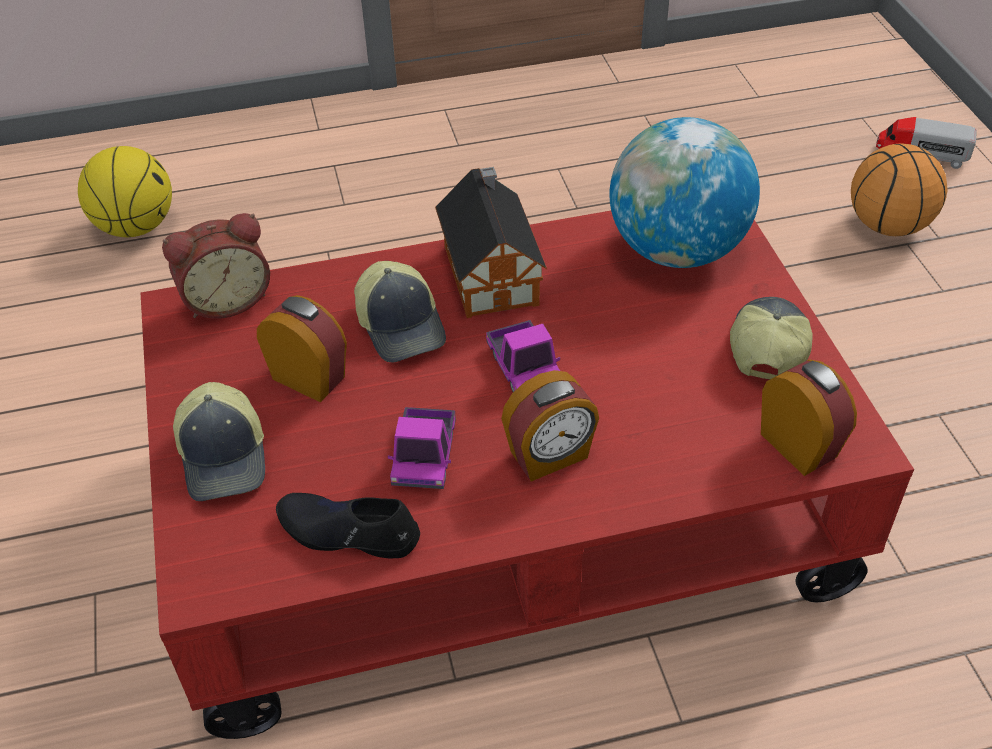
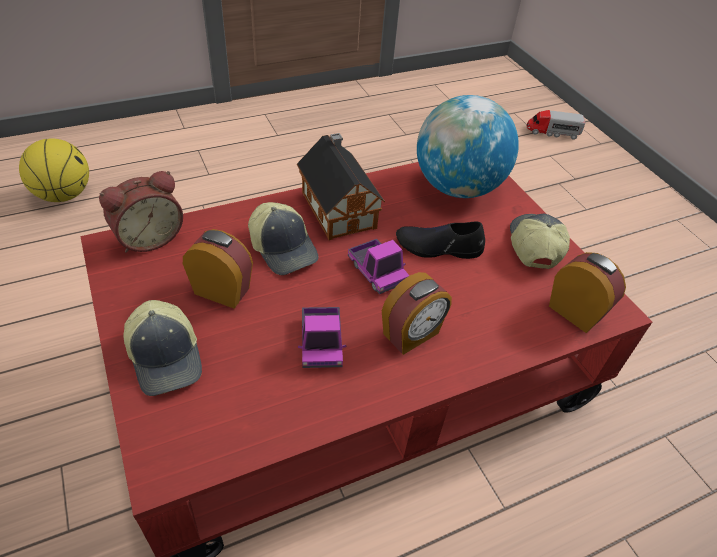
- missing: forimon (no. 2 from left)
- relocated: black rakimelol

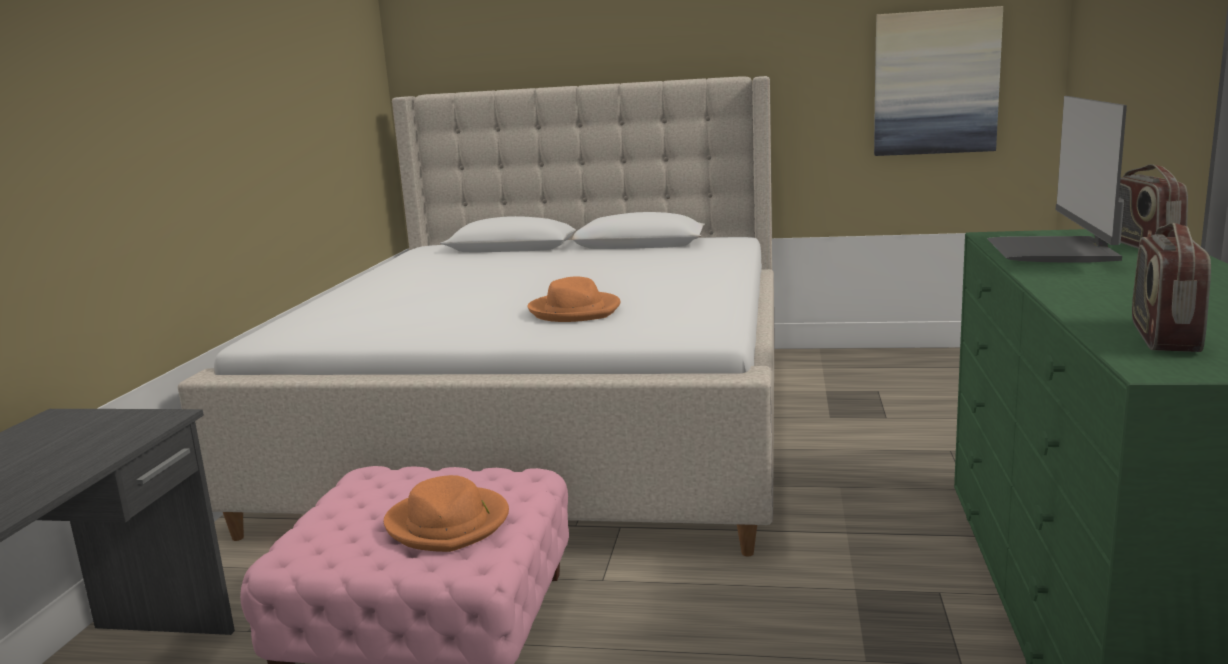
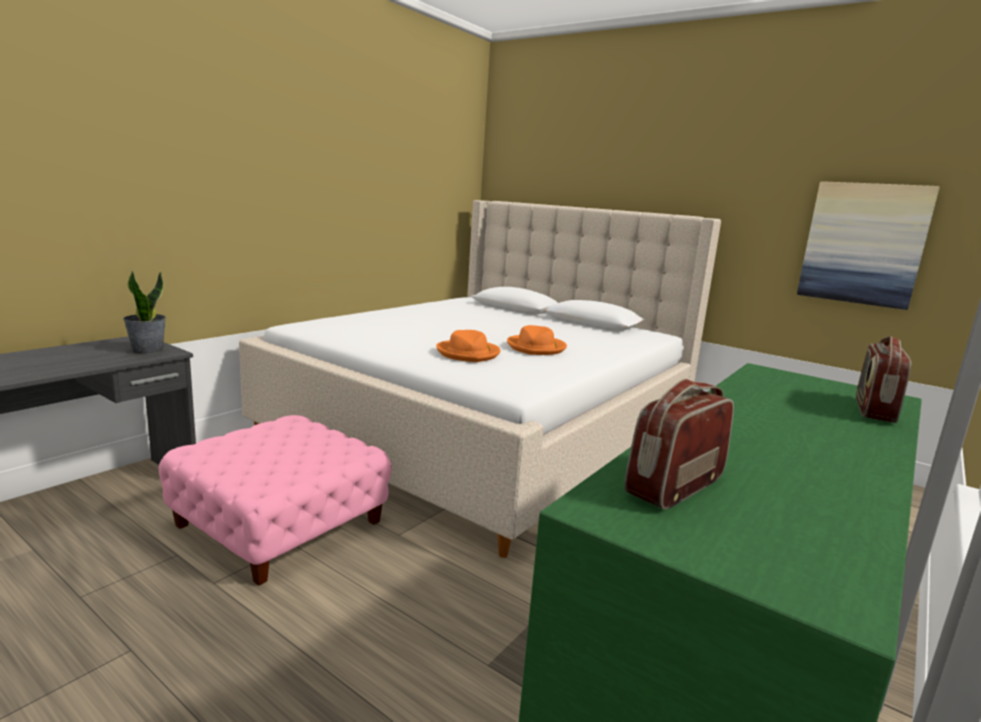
- missing: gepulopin
- relocated: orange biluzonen (no. 1 from left in the first image) to orange biluzonen (no. 2 from left)
- appeared: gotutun

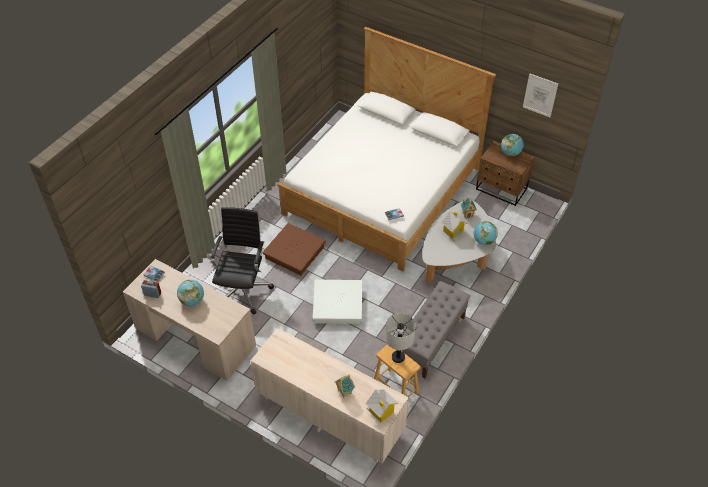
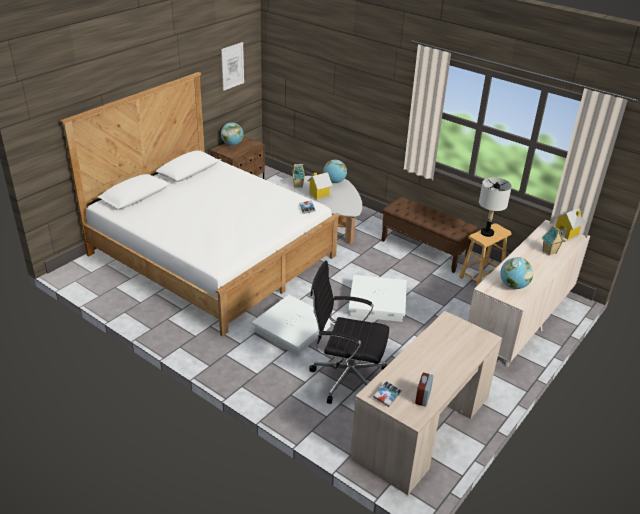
- colour: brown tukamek to white tukamek (no. 1 from left)
- relocated: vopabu (no. 1 from left in the first image) to vopabu (no. 3 from left)
- colour: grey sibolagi to brown sibolagi

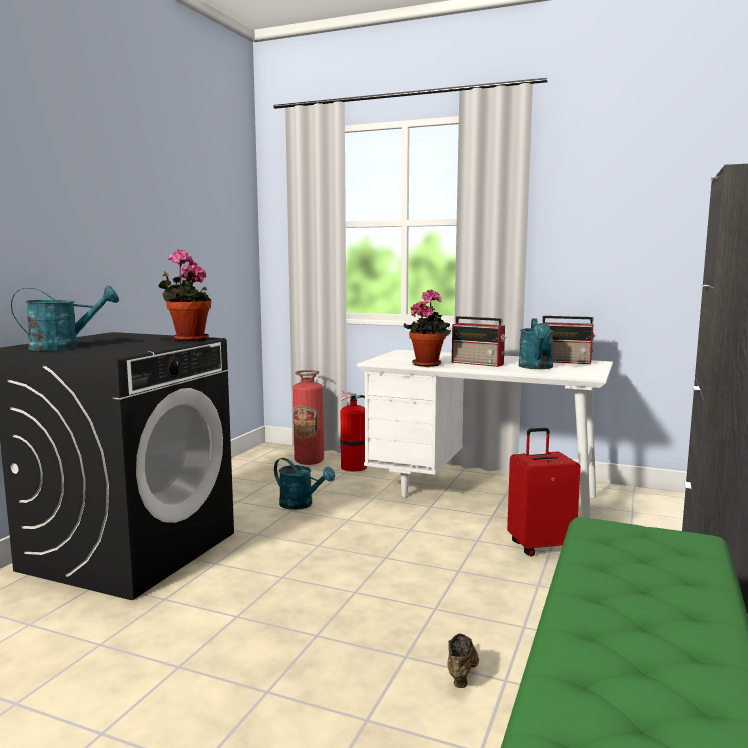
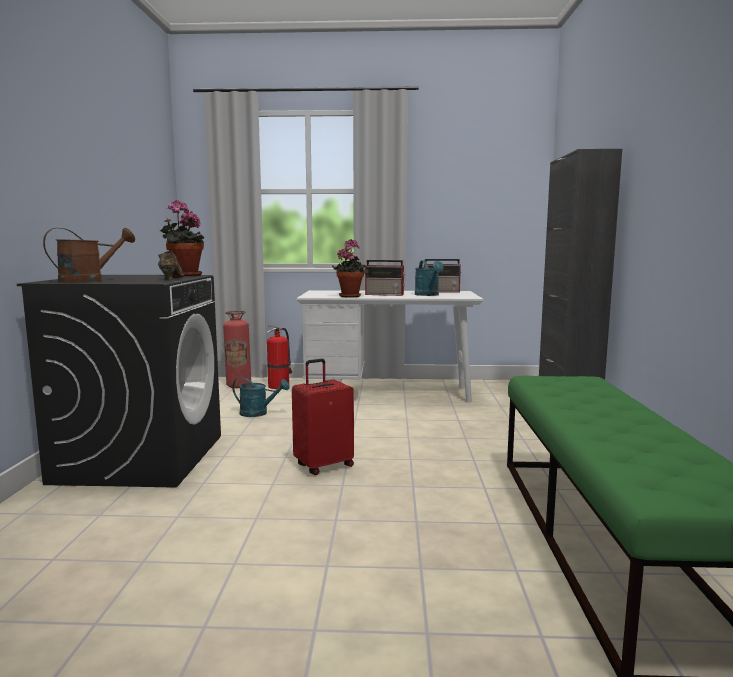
- colour: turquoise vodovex (no. 1 from left) to brown vodovex
- relocated: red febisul
- relocated: brown rakimelol

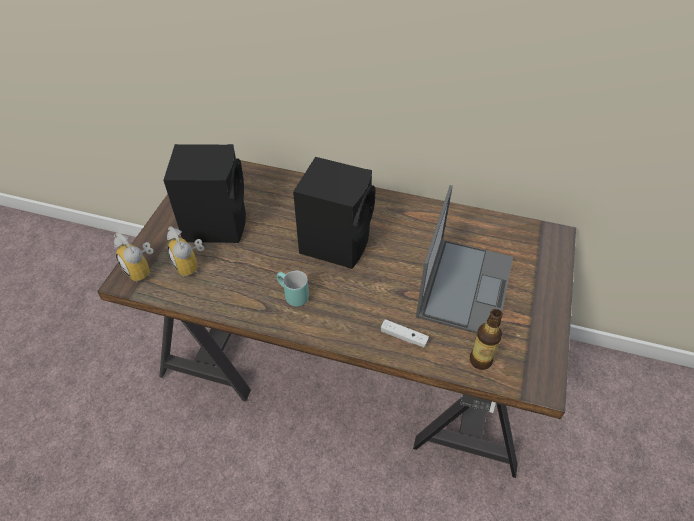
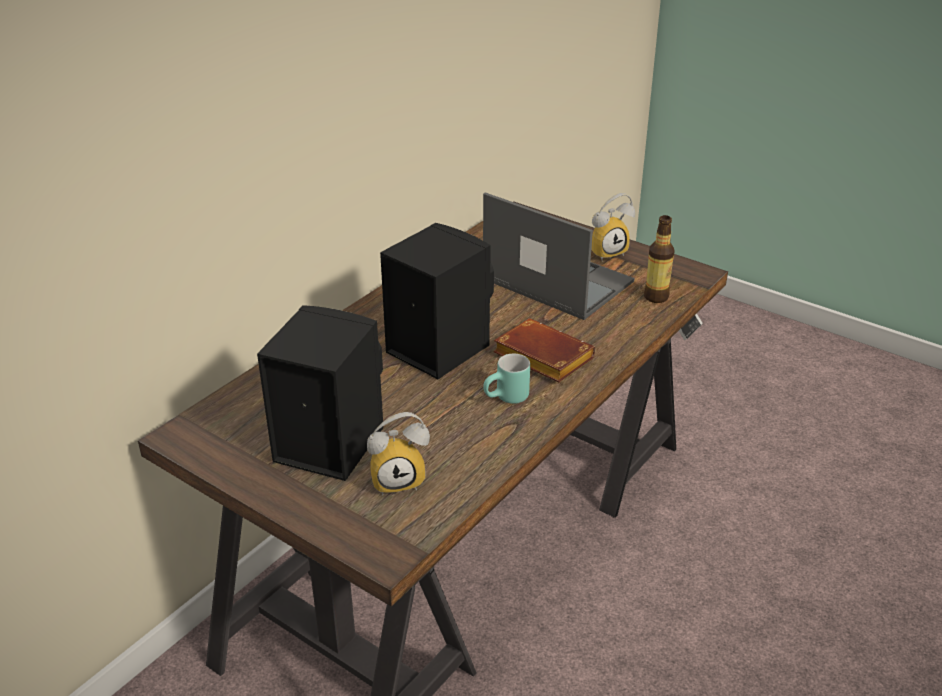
- relocated: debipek (no. 1 from left in the first image) to debipek (no. 2 from left)
- missing: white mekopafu
- appeared: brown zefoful

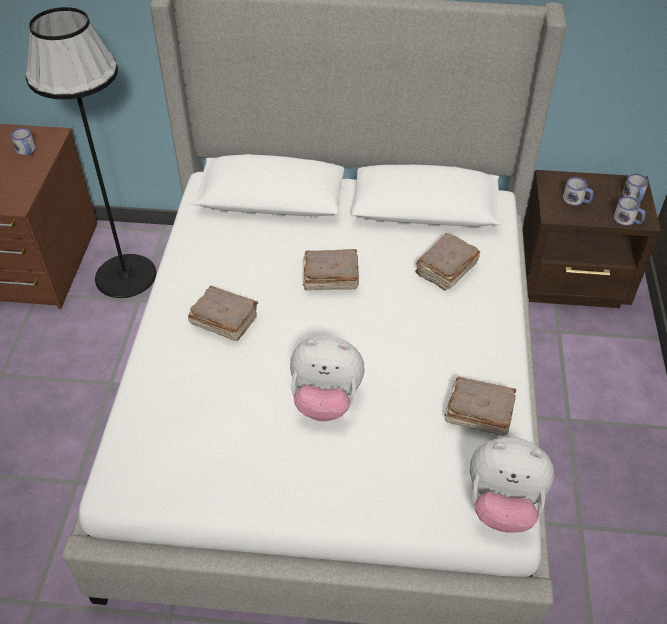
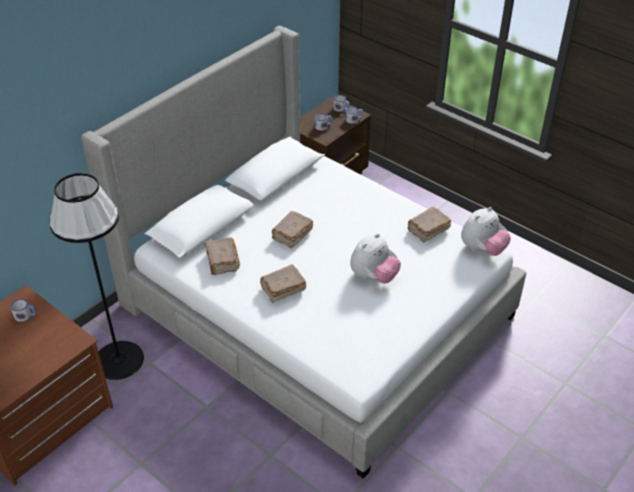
- relocated: brown zefoful (no. 3 from left in the first image) to brown zefoful (no. 1 from left)

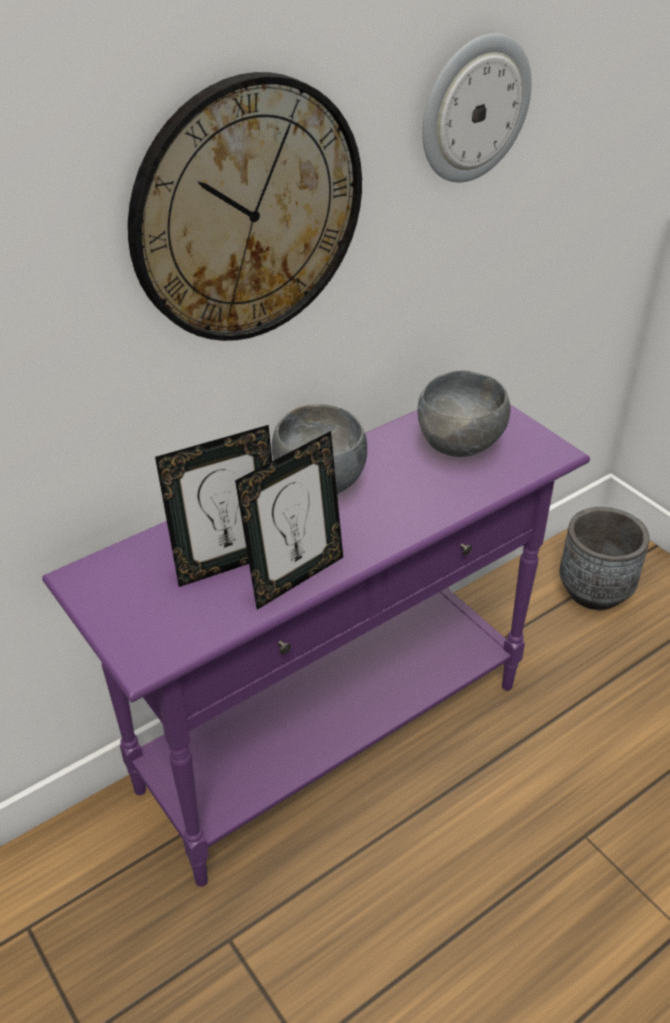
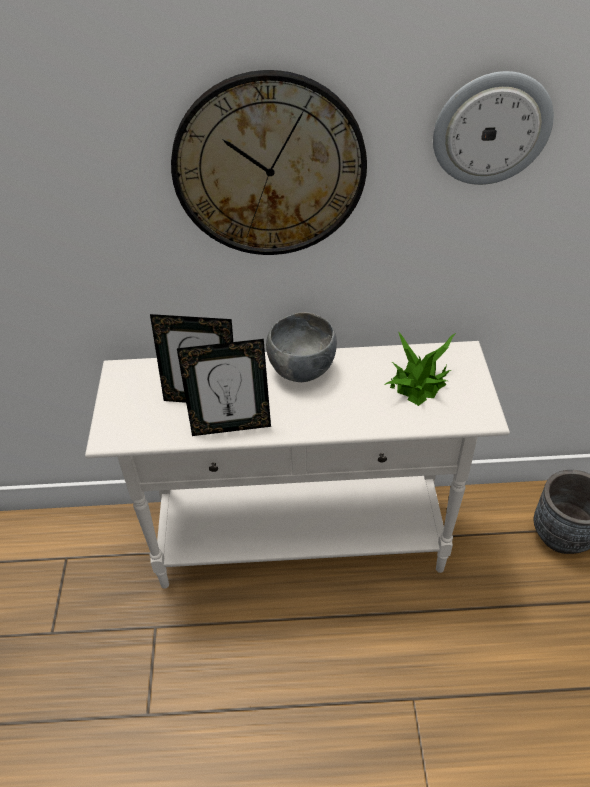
- exchanged: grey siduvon (no. 2 from left) to gotutun
- colour: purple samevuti to white samevuti

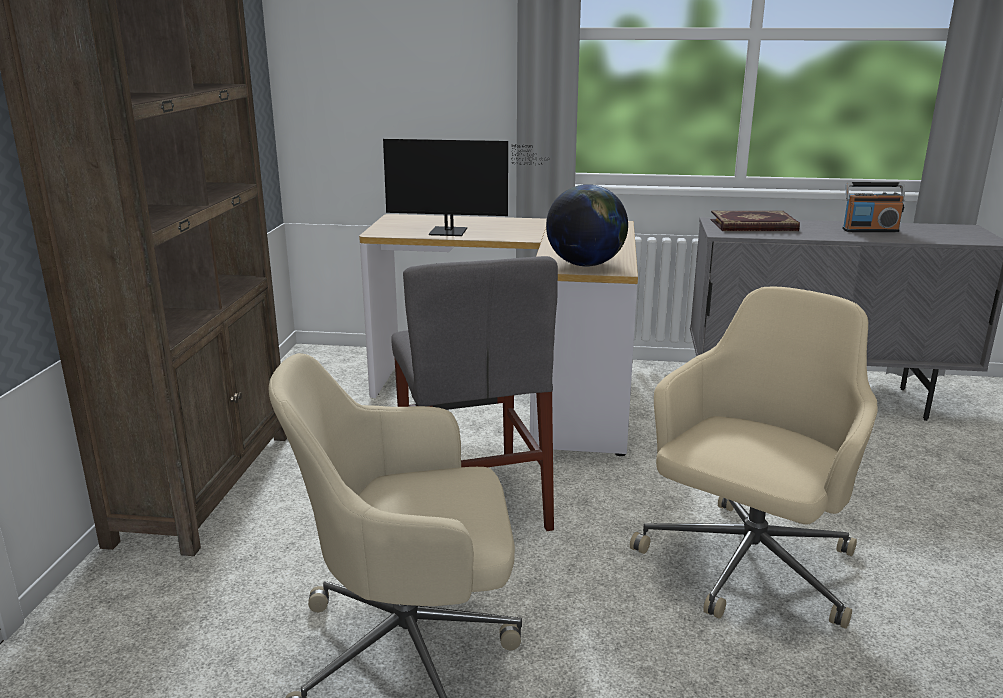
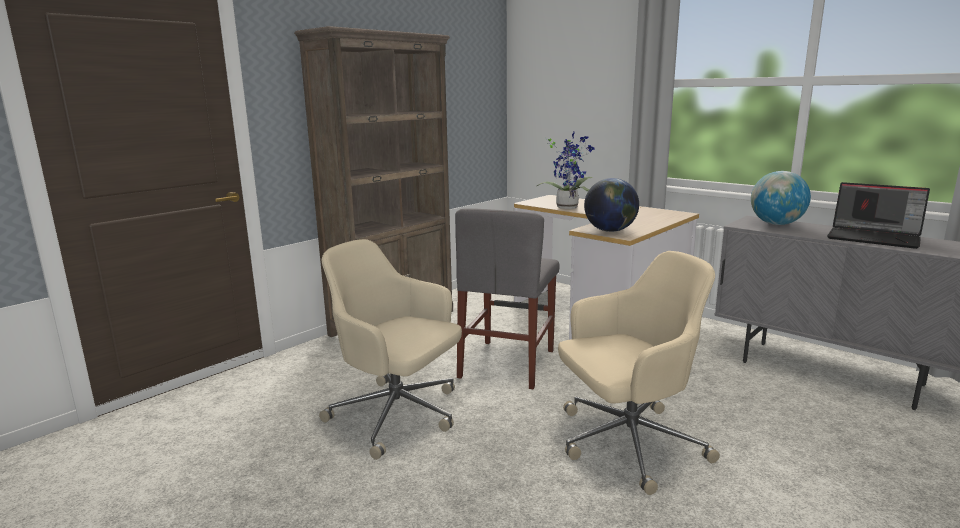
- exchanged: gepulopin to gotutun
- exchanged: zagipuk to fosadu
- exchanged: zefoful to vopabu (no. 2 from left)

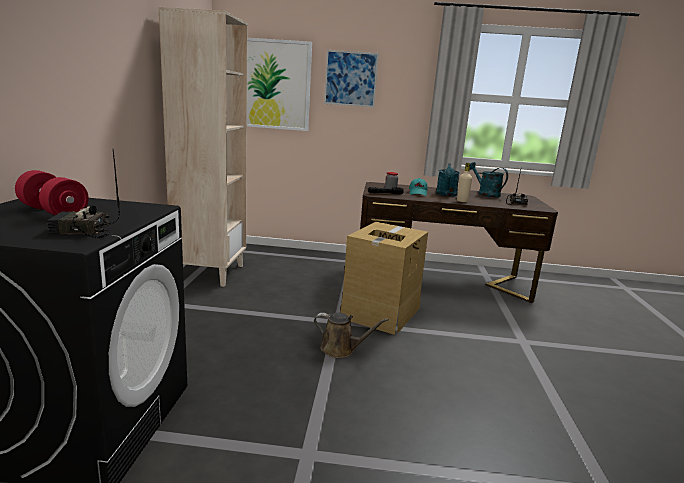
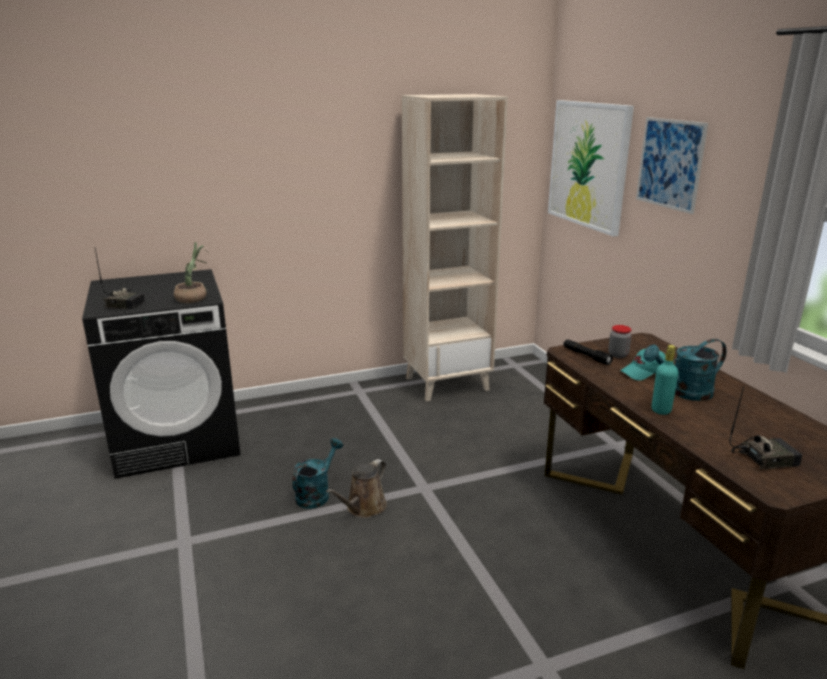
- spun: zagipuk (no. 1 from left) 135 degrees clockwise
- relocated: turquoise vodovex (no. 2 from left in the first image) to turquoise vodovex (no. 1 from left)
- colour: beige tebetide to turquoise tebetide
- missing: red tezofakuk
- missing: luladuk
- spun: brown vodovex 45 degrees clockwise
- appeared: gotutun

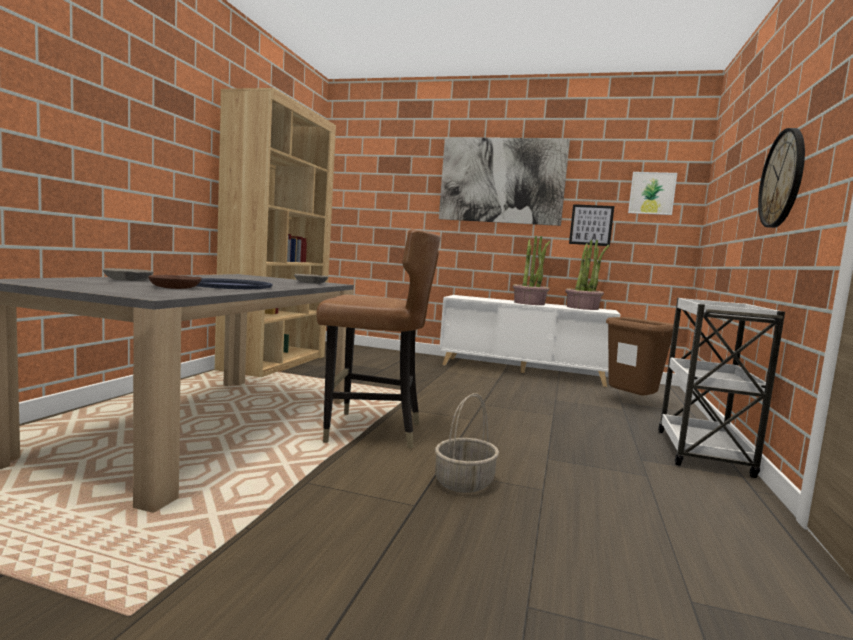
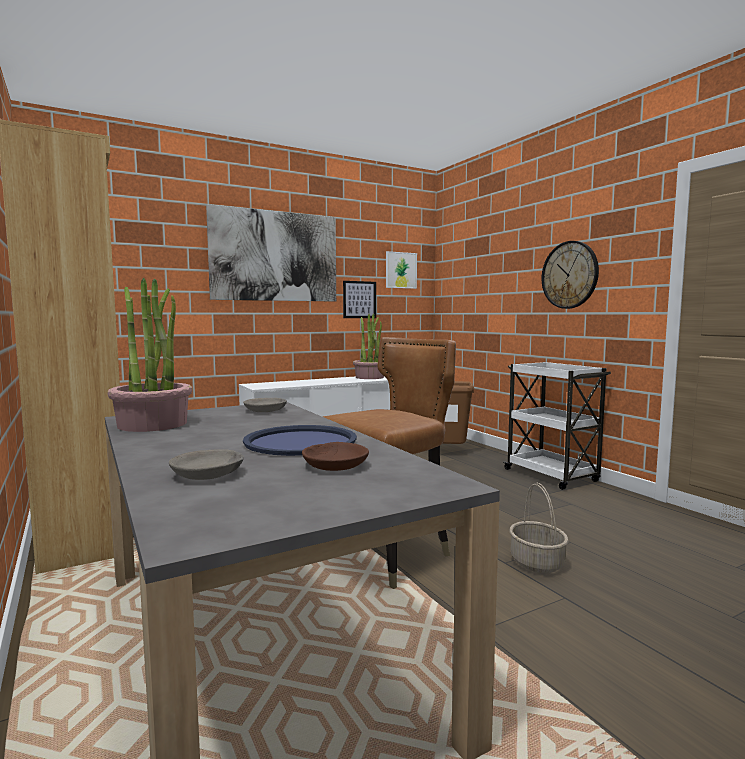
- relocated: gotutun (no. 1 from left)

